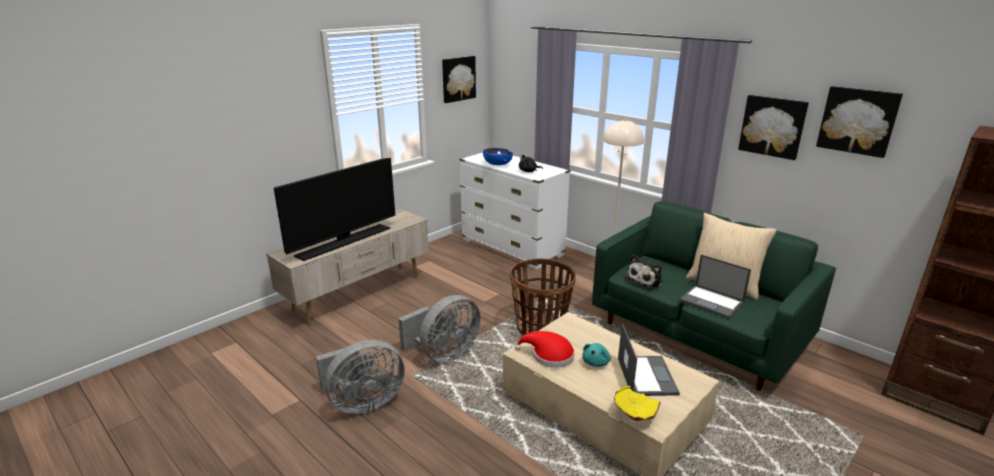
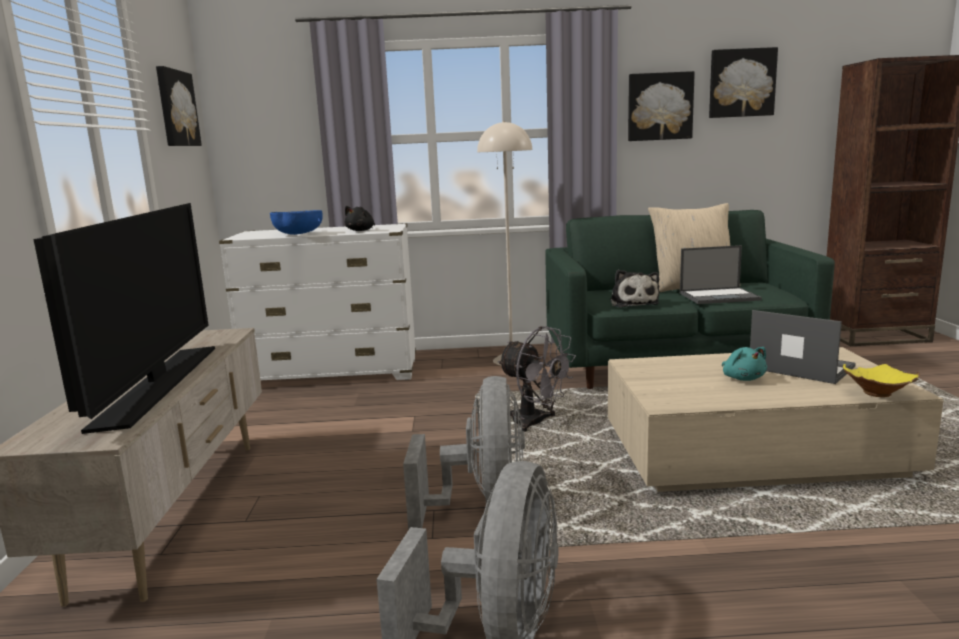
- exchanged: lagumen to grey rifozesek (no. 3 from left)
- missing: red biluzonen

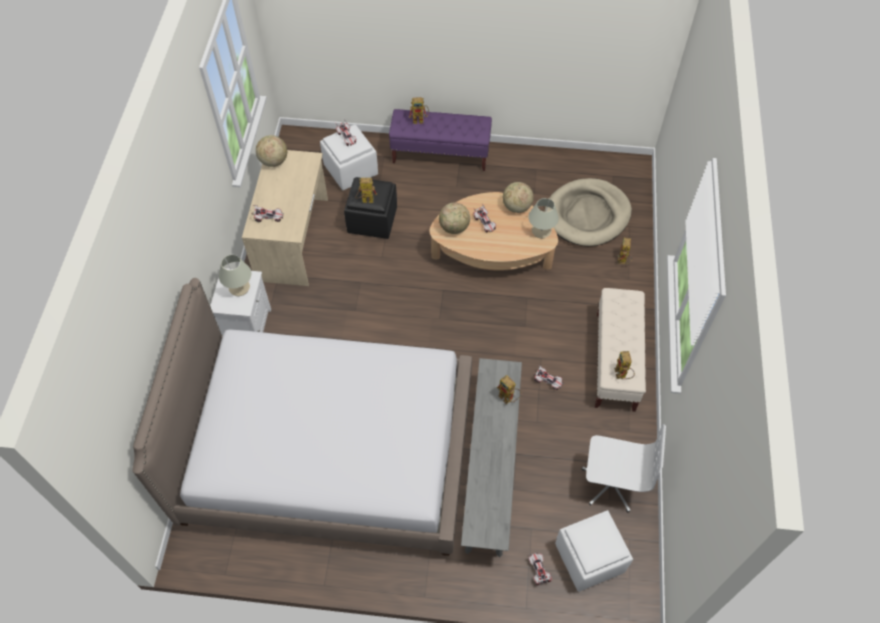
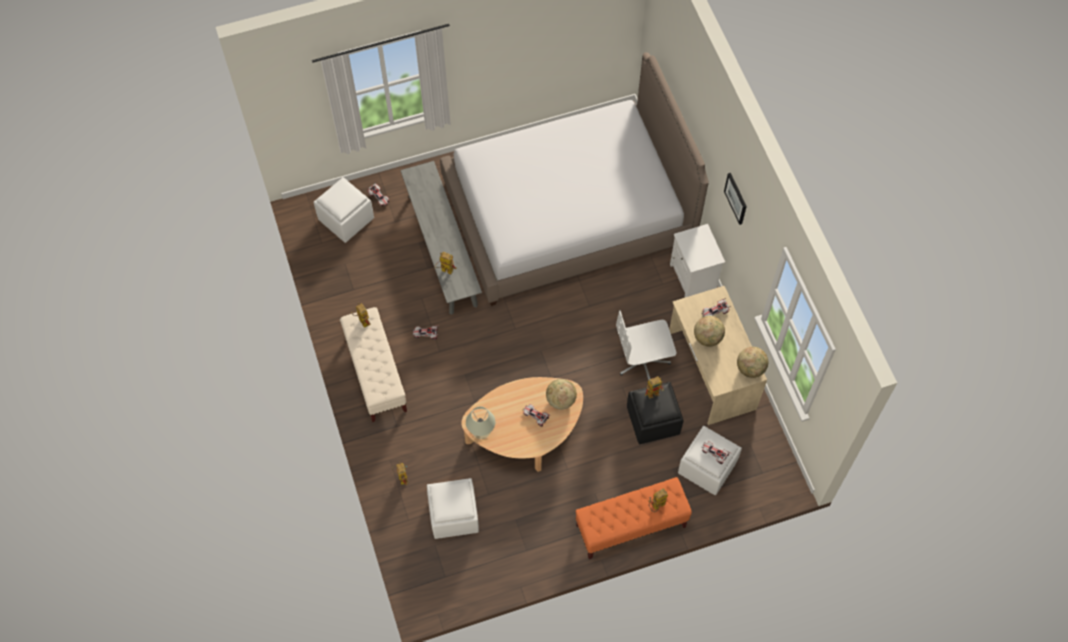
- colour: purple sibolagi to orange sibolagi
- exchanged: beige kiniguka to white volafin (no. 2 from left)
- relocated: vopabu (no. 3 from left in the first image) to vopabu (no. 2 from left)
- missing: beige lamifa (no. 1 from left)
- relocated: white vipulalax
- appeared: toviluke

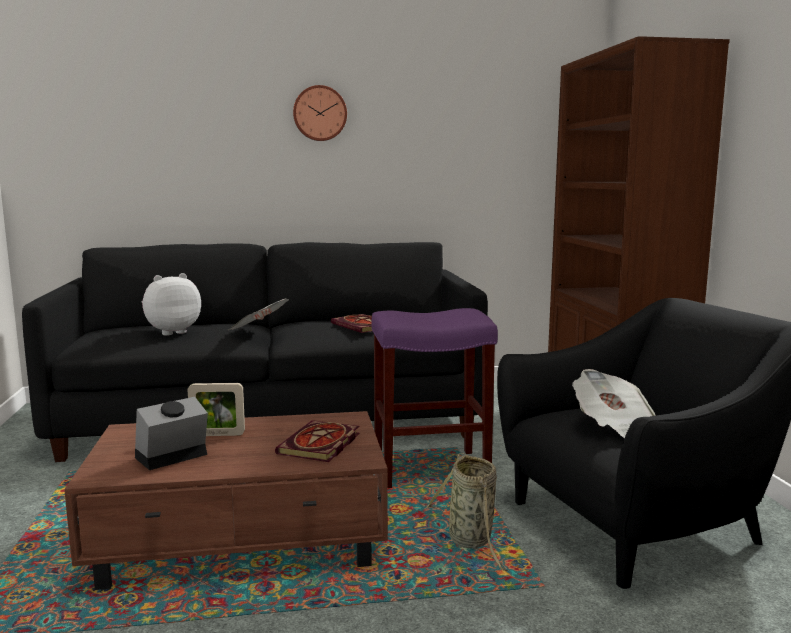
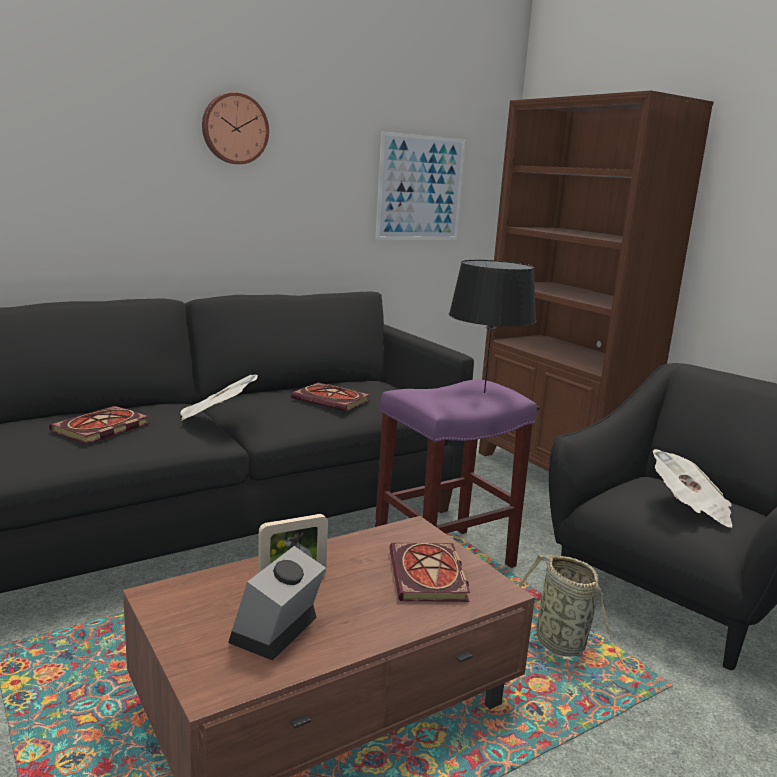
- exchanged: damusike to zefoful (no. 1 from left)
- appeared: toviluke
- appeared: black lamifa

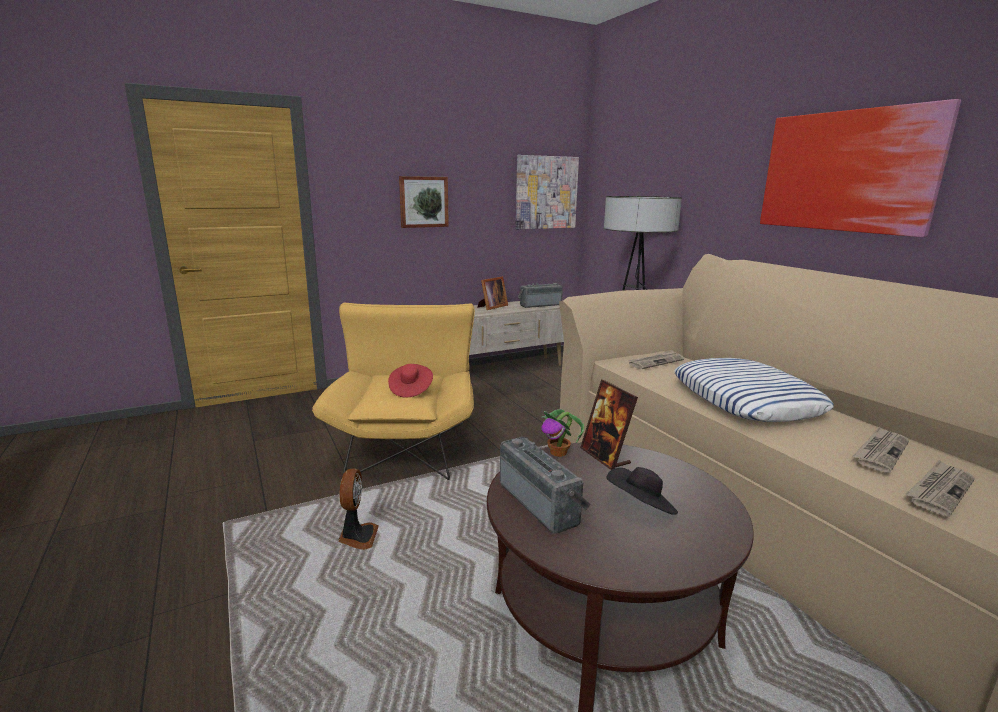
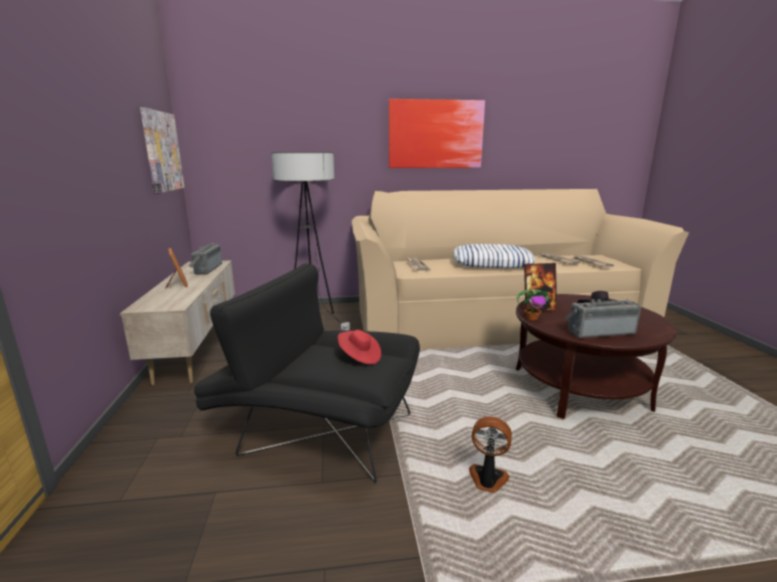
- missing: toviluke (no. 1 from left)
- colour: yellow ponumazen to black ponumazen

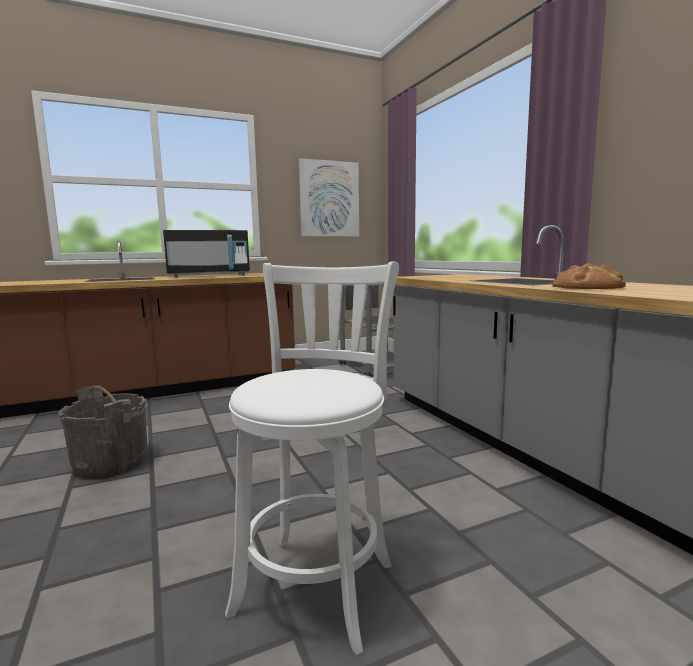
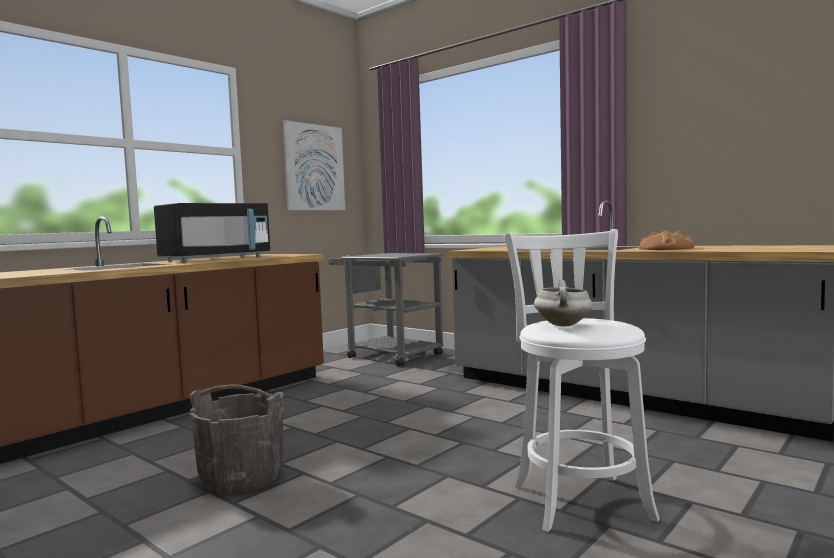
- appeared: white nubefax

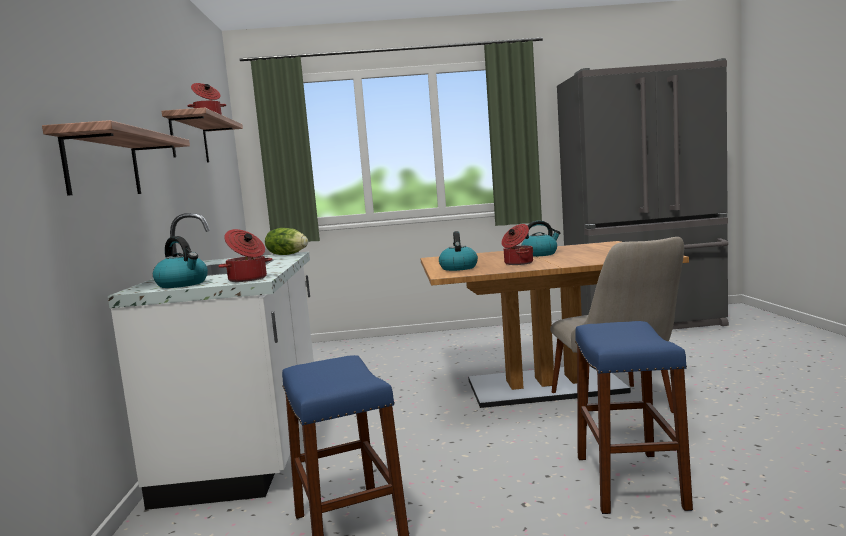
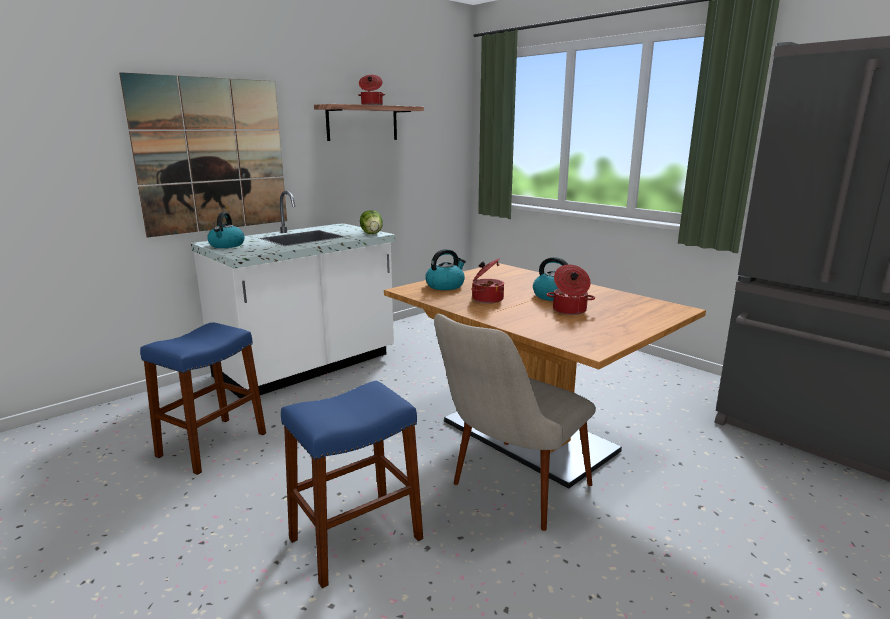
- exchanged: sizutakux (no. 1 from left) to toviluke
- relocated: nubefax (no. 2 from left in the first image) to nubefax (no. 3 from left)

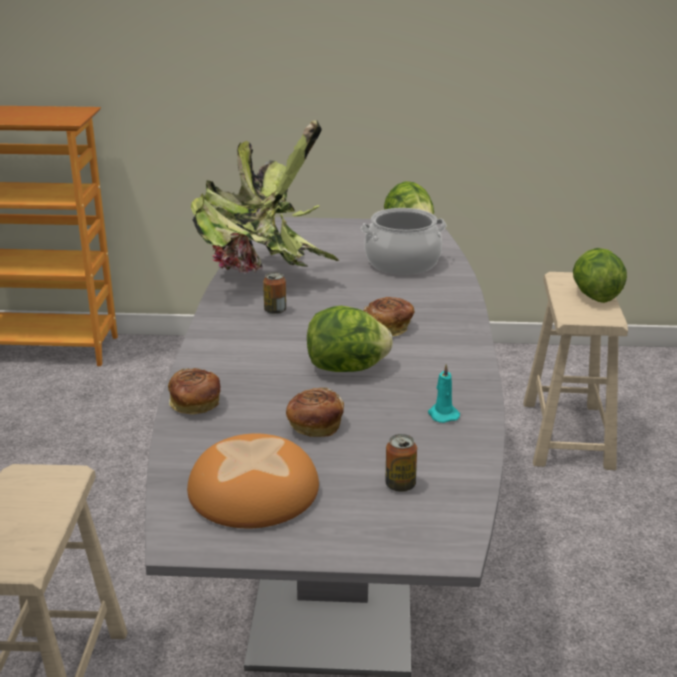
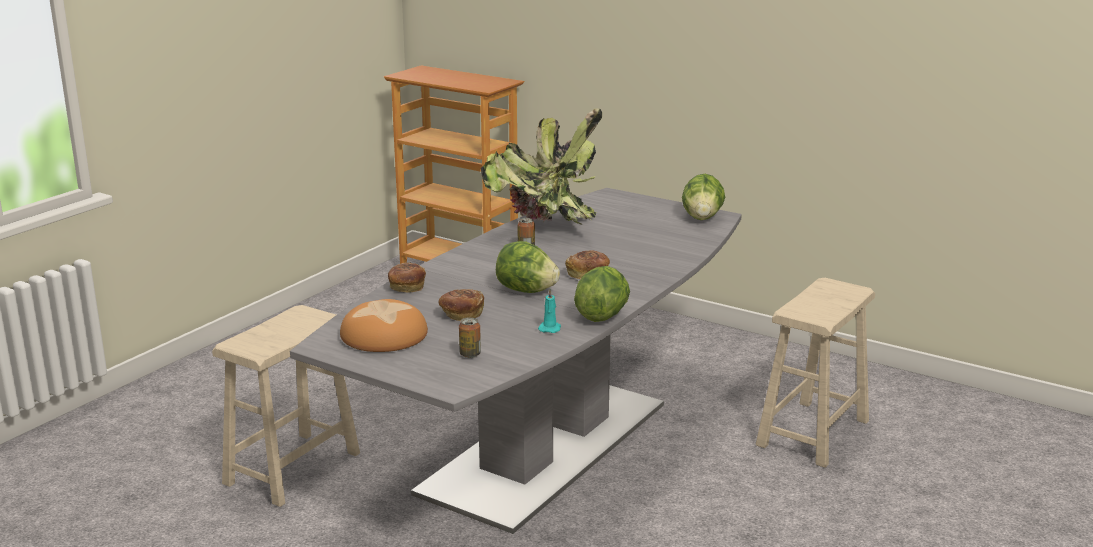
- missing: nubefax
- relocated: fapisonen (no. 3 from left in the first image) to fapisonen (no. 2 from left)

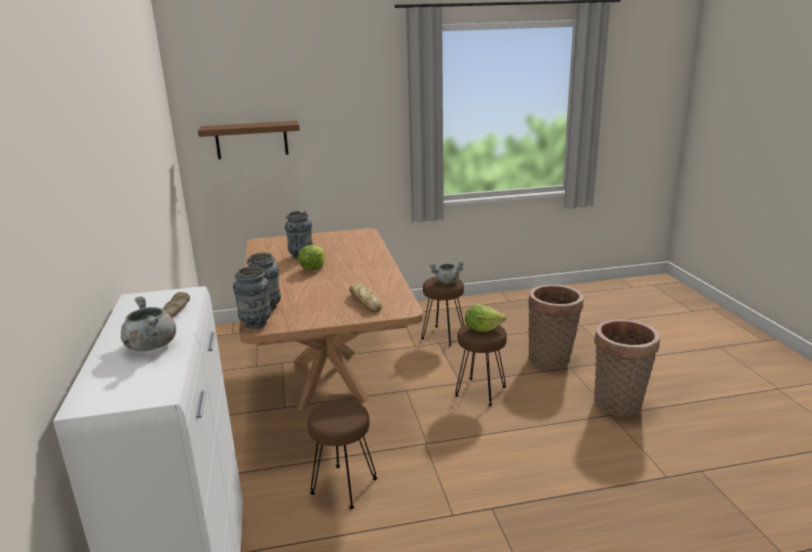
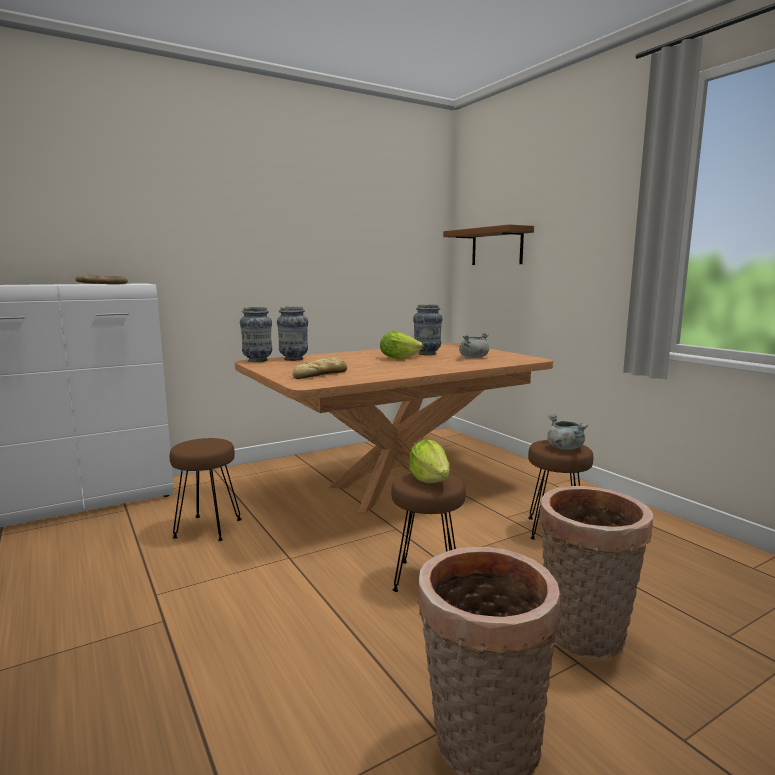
- relocated: grey nubefax (no. 1 from left)

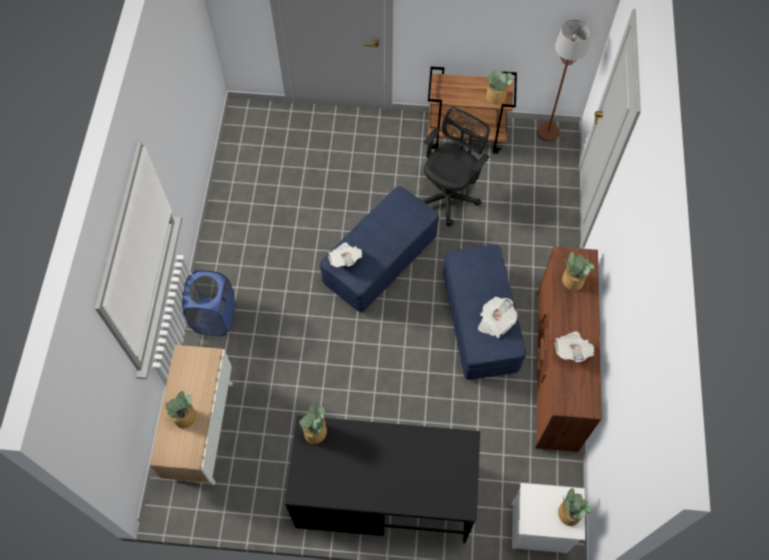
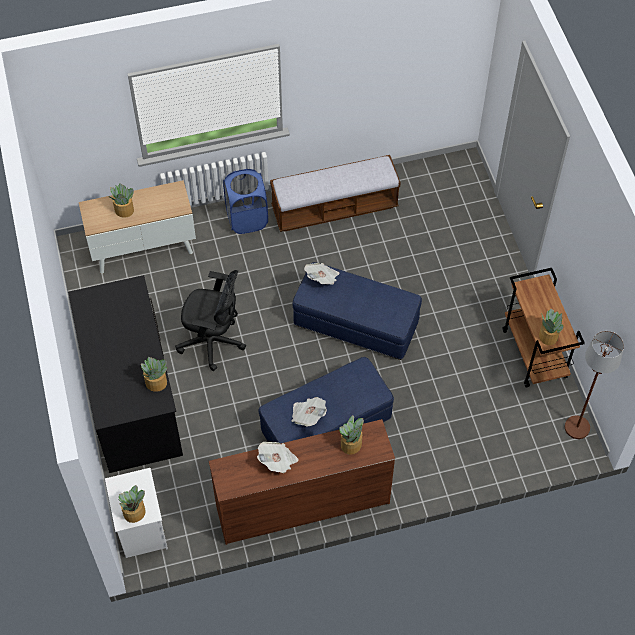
- relocated: black vipulalax
- relocated: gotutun (no. 2 from left in the first image) to gotutun (no. 3 from left)
- appeared: sibolagi

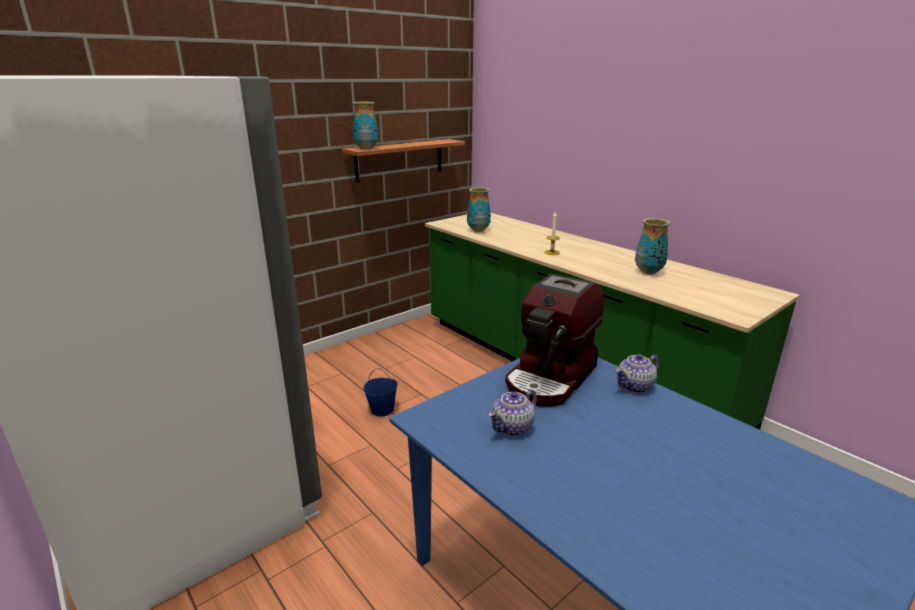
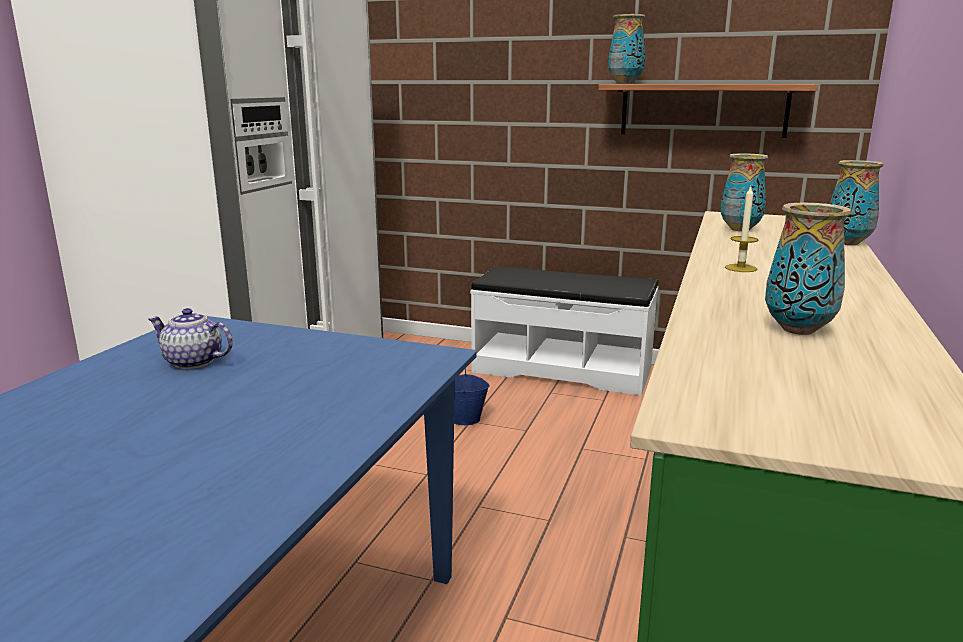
- missing: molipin
- missing: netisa (no. 2 from left)
- appeared: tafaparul (no. 4 from left)
- appeared: white sibolagi

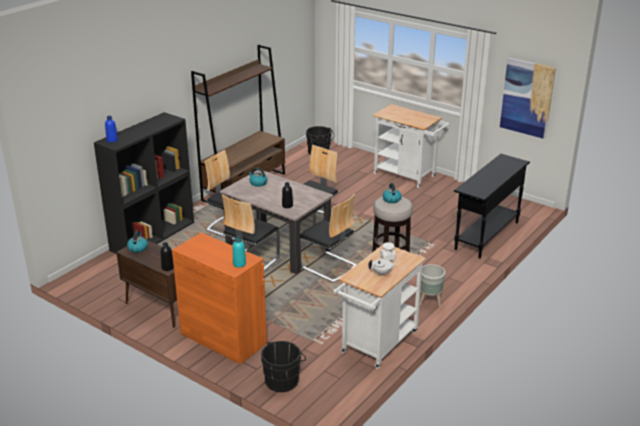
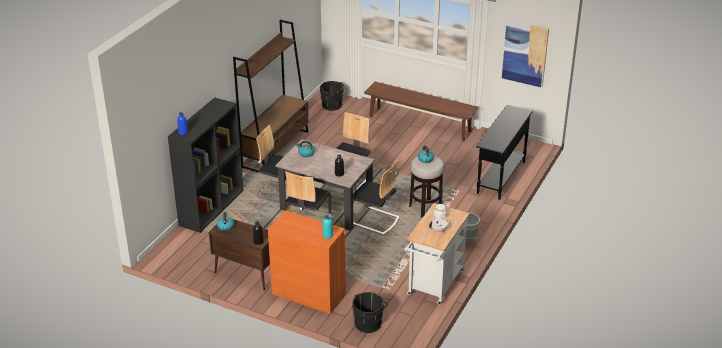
- exchanged: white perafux (no. 2 from left) to brown sibolagi

